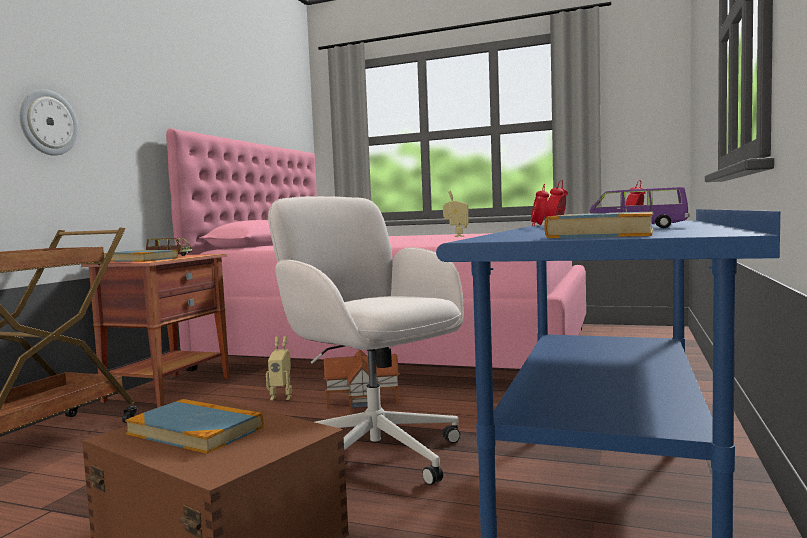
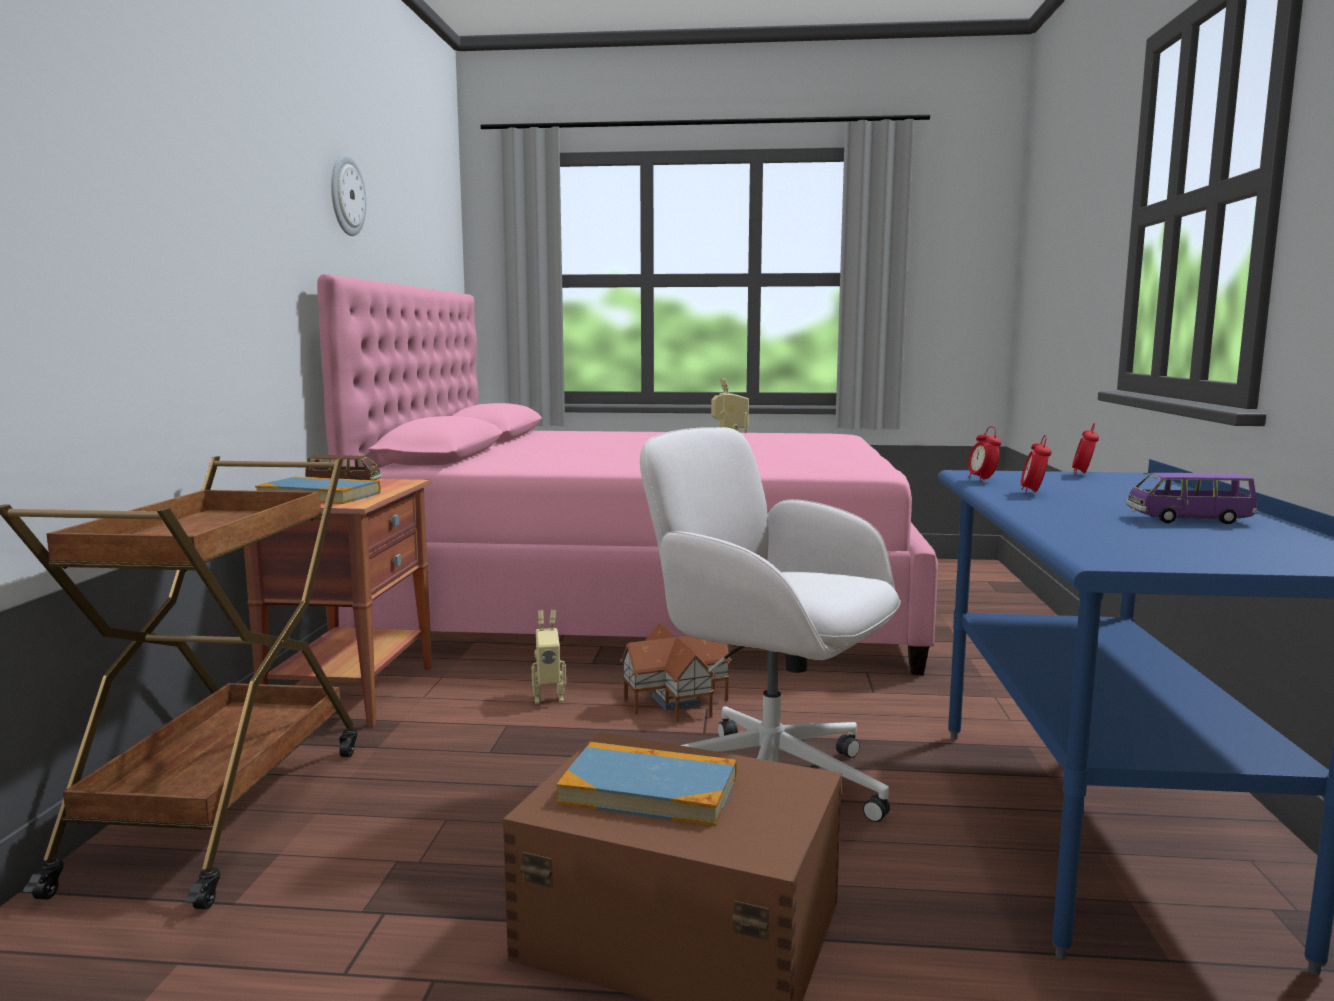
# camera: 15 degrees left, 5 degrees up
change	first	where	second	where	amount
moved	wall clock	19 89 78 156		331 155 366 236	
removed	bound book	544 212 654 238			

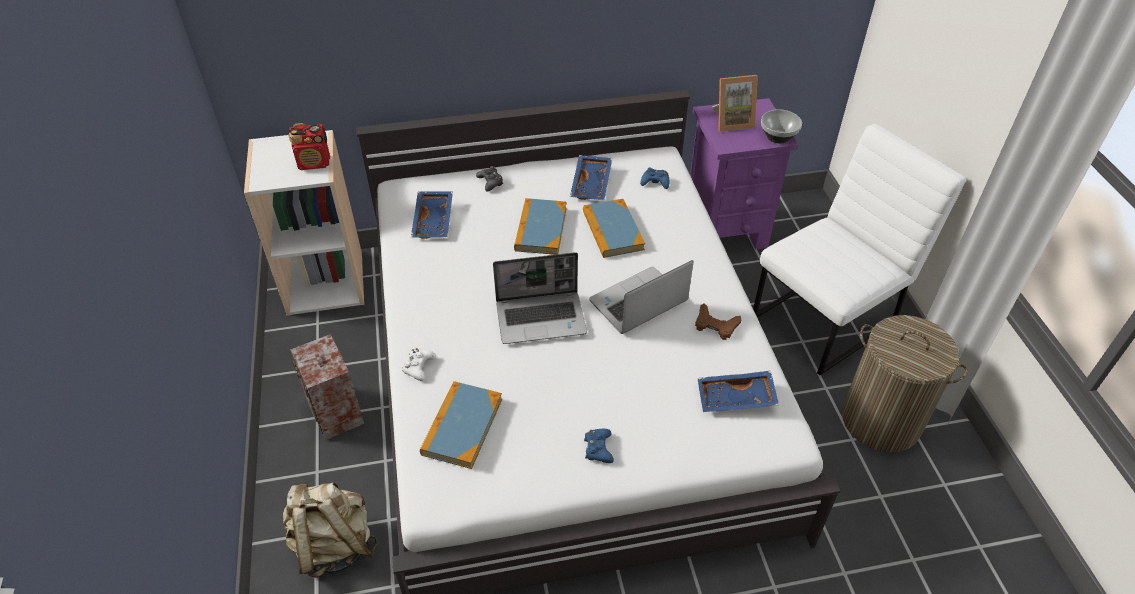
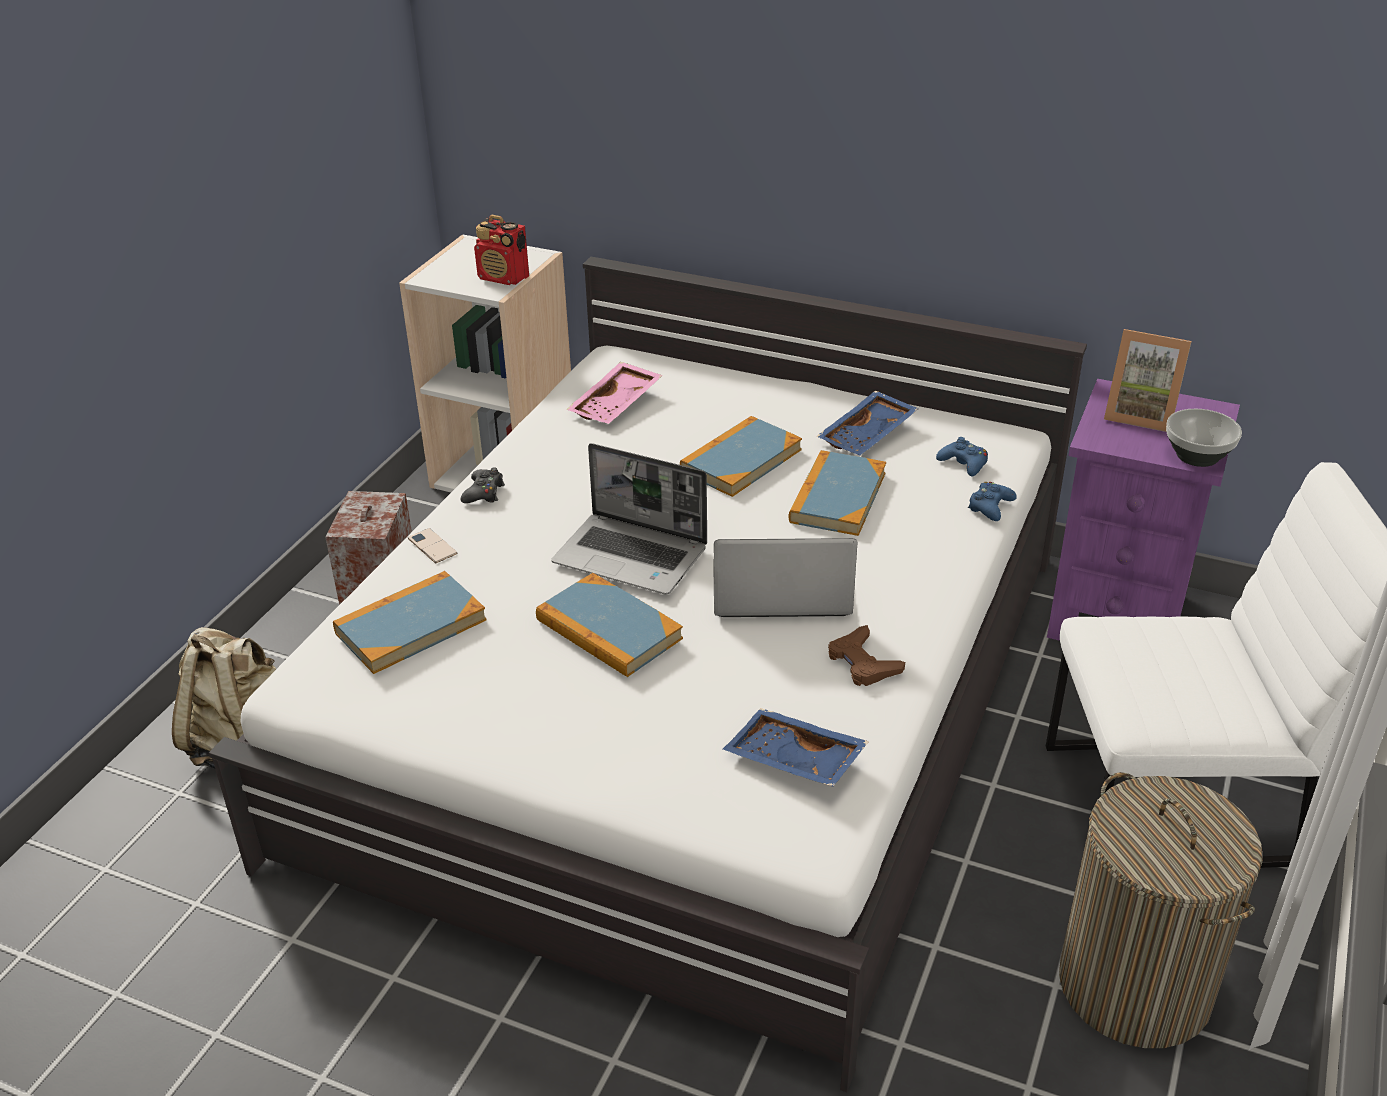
# camera: 35 degrees right, 10 degrees down
change	first	where	second	where	amount
replaced	white game controller	402 348 436 381	telephone	408 528 457 563	
recoloured	blue carrying tray	411 191 453 239	pink-coloured carrying tray	566 362 662 424	
moved	black game controller	476 166 503 192		460 467 505 503	
moved	blue game controller	584 429 614 463		968 482 1017 521	
added			bound book	536 573 683 677	

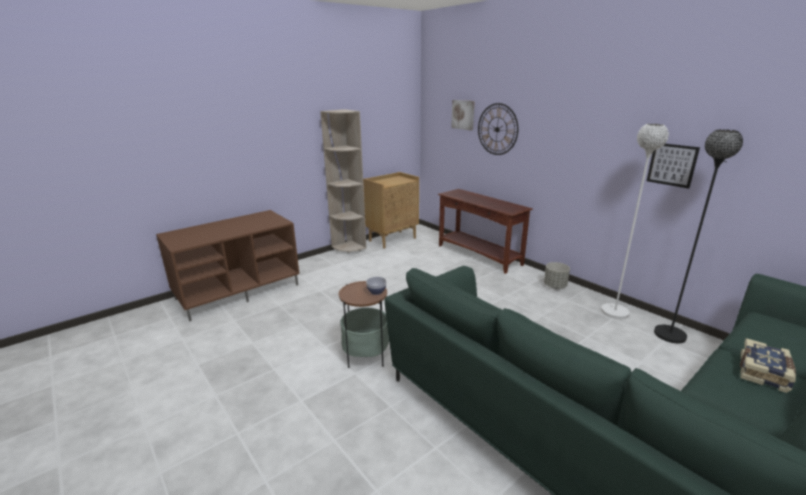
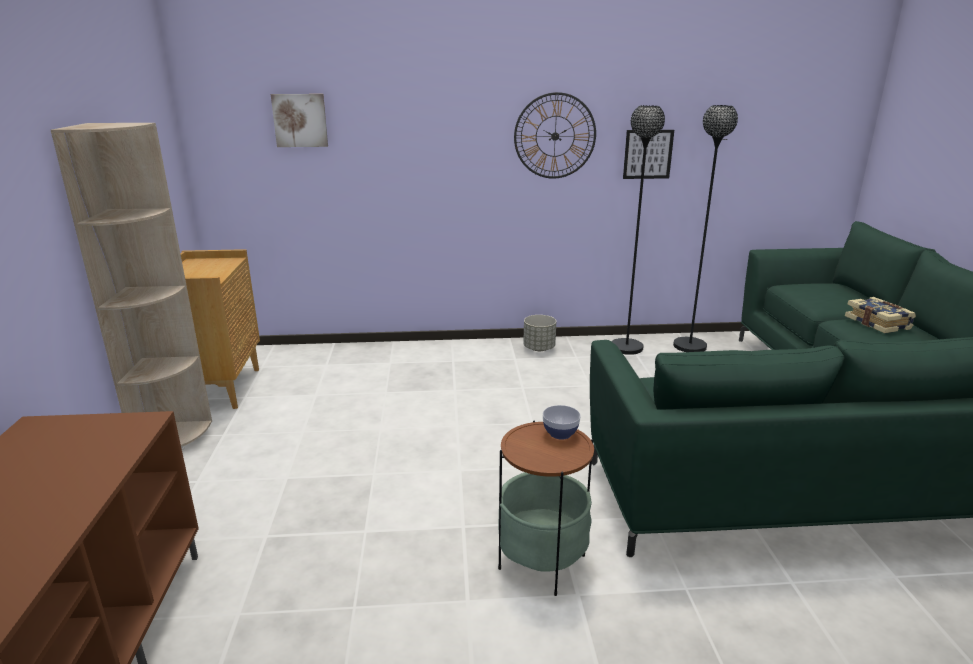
# camera: 55 degrees left, 0 degrees up
change	first	where	second	where	amount
removed	brown console table	438 189 533 274			
moved	wall clock	478 103 518 155		514 92 596 179	
recoloured	white standard lamp	601 124 669 319	black standard lamp	611 105 665 355	

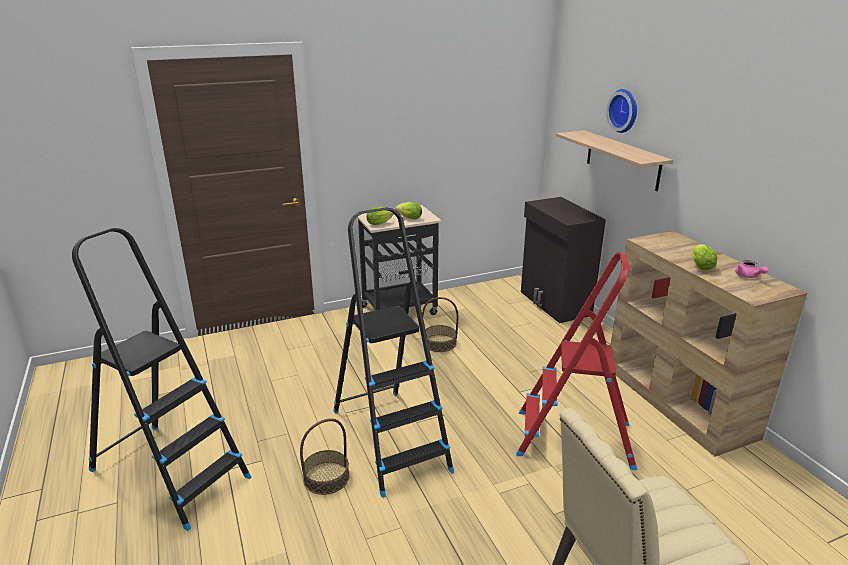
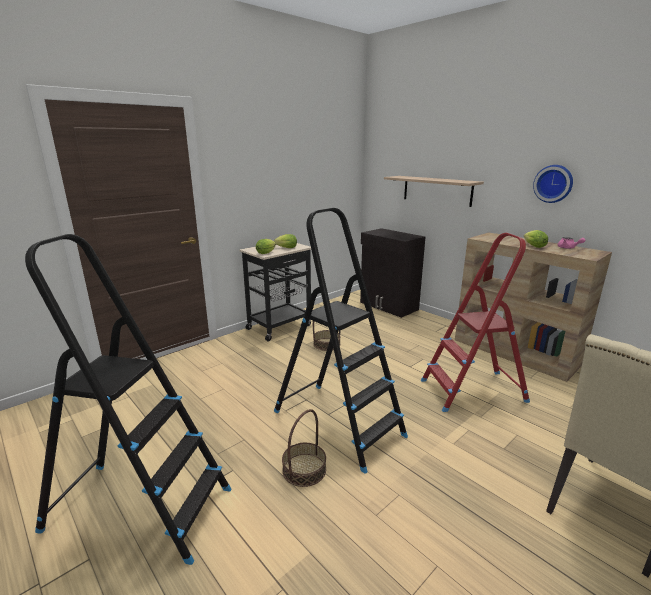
# camera: 20 degrees left, 5 degrees down
change	first	where	second	where	amount
moved	wall clock	606 89 637 133		533 165 573 203	

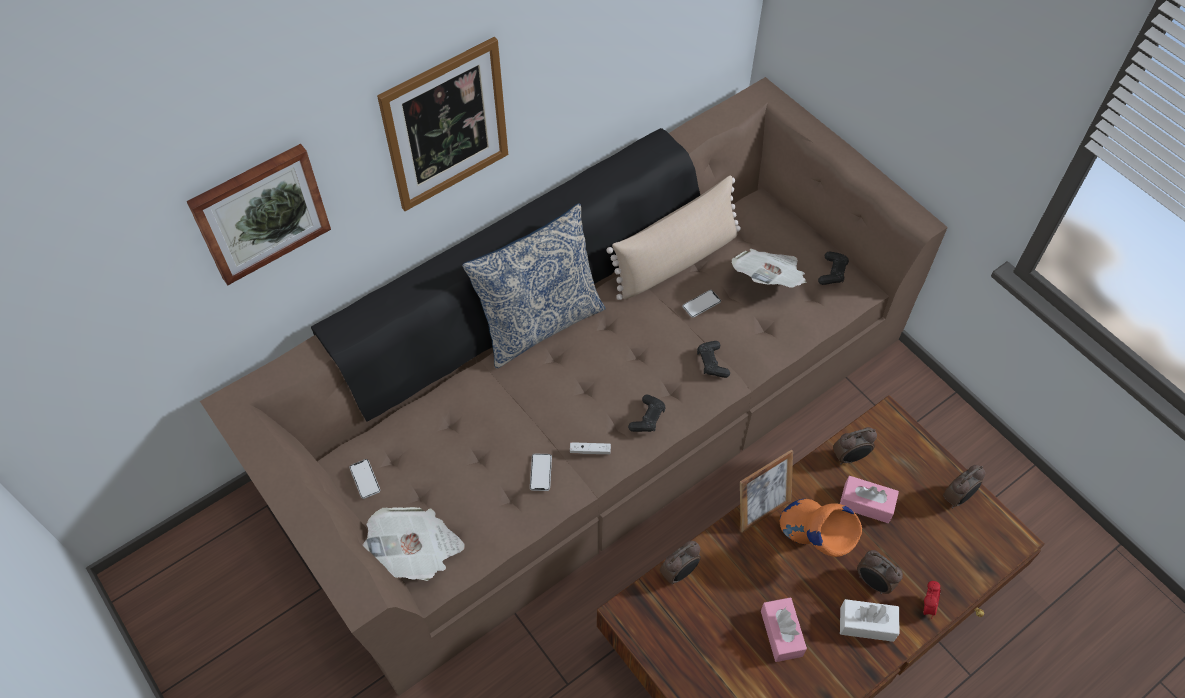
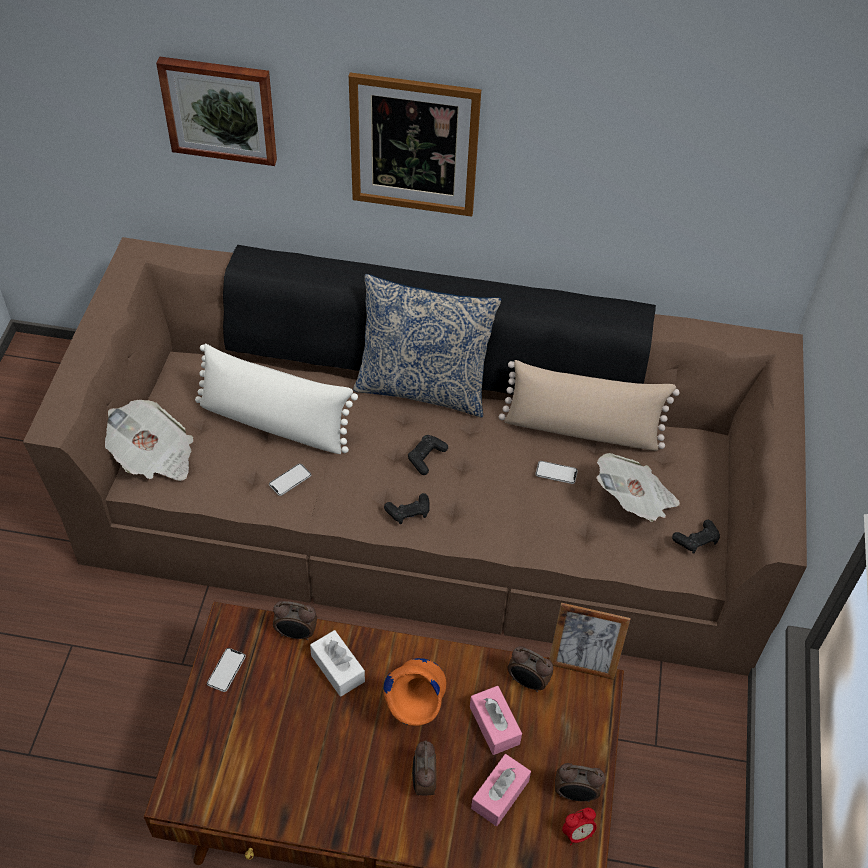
# camera: 45 degrees right, 5 degrees down
change	first	where	second	where	amount
moved	telephone	349 459 380 499		207 648 246 692	
removed	white game controller	570 442 611 454			
moved	black game controller	697 341 730 378		408 435 448 475	
moved	photo frame	740 449 793 533		549 603 631 680	
moved	pink-coloured box of tissues	761 597 807 662		471 754 531 826	
moved	white box of tissues	840 599 900 642		310 630 365 697	
moved	table clock	923 581 941 618		562 808 597 845	
added			white cushion	195 344 358 454	

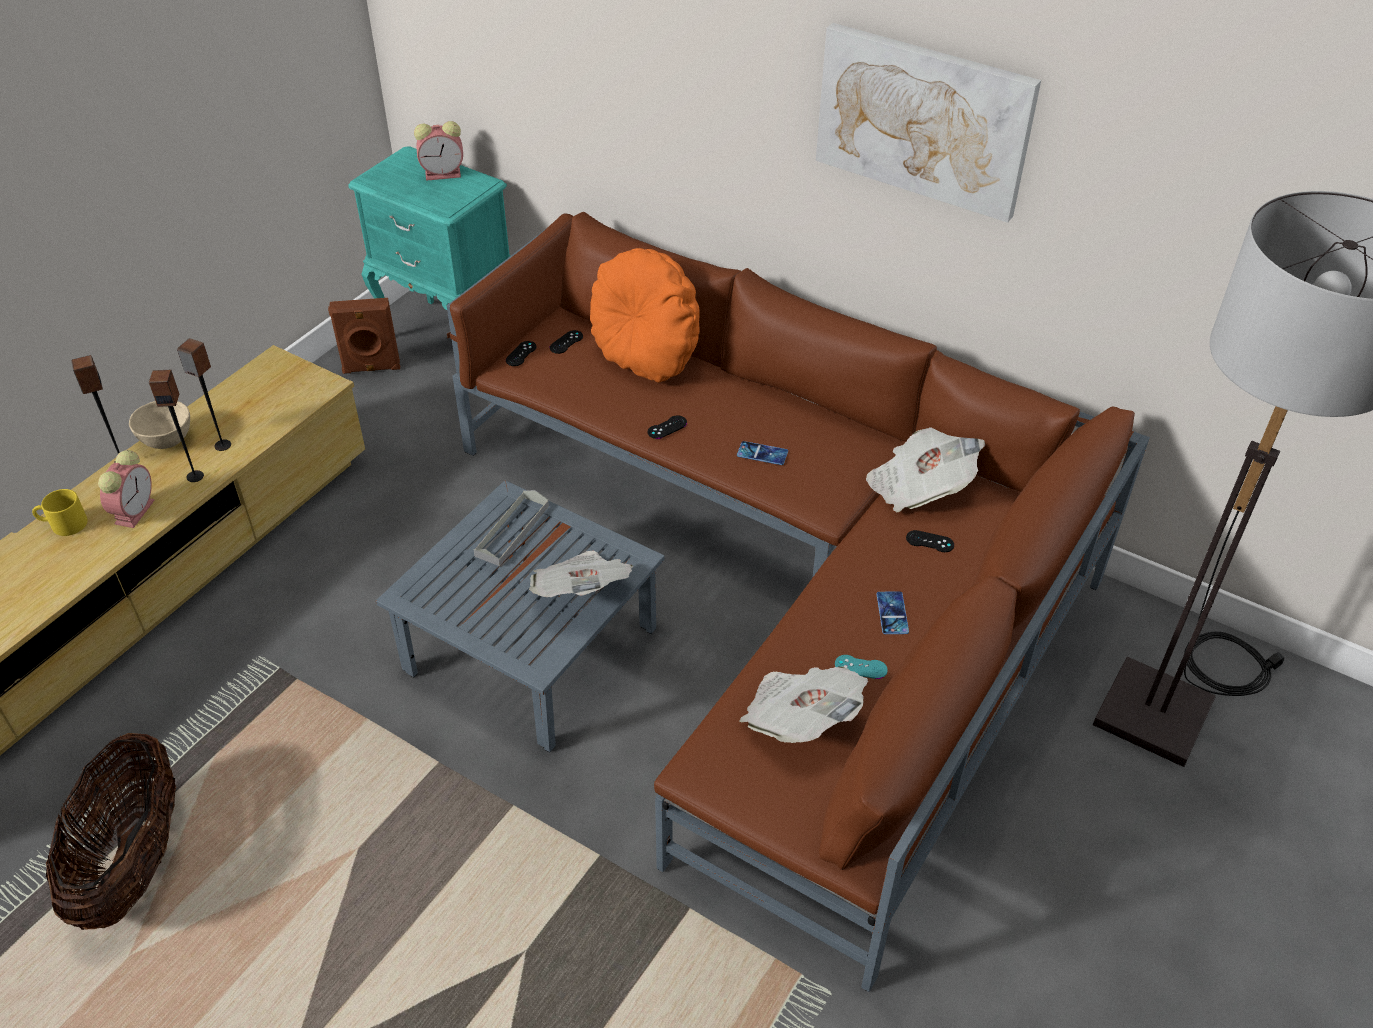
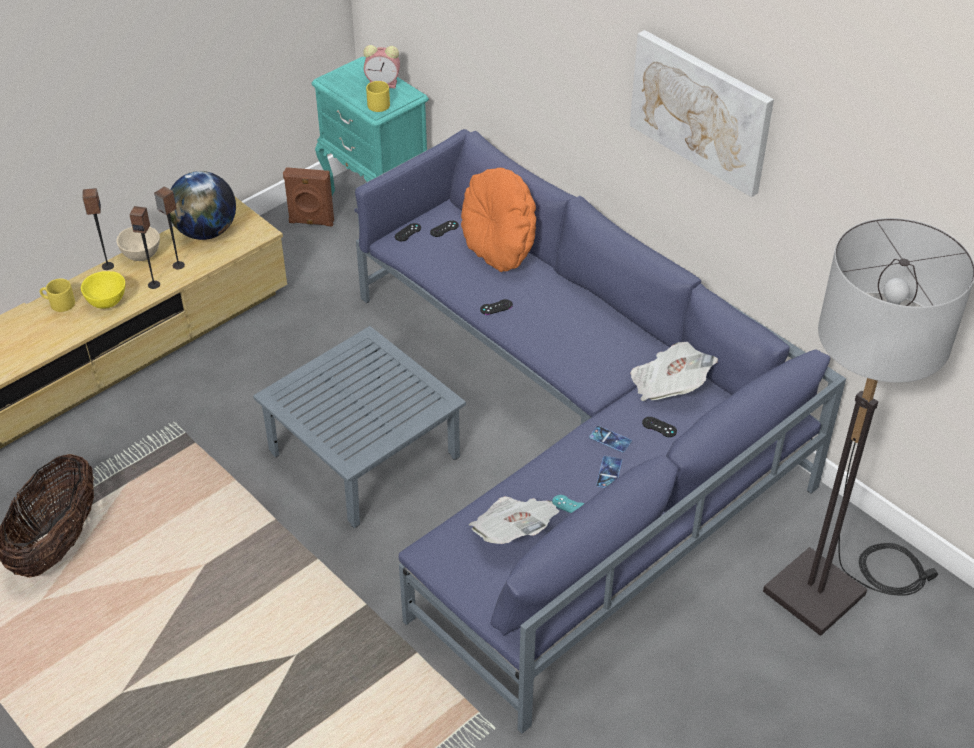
# camera: 15 degrees right, 0 degrees up
change	first	where	second	where	amount
replaced	table clock	98 450 154 528	yellowish bowl	81 271 125 309	
recoloured	brown sofa	376 212 1150 992	blue sofa	253 129 846 734	
removed	grey carrying tray	474 490 549 566			
removed	newspaper	529 551 633 597			
moved	telephone	737 441 788 465		589 426 632 452	
added			world globe	170 171 236 240	
added			yellowish tea mug	366 81 390 112	

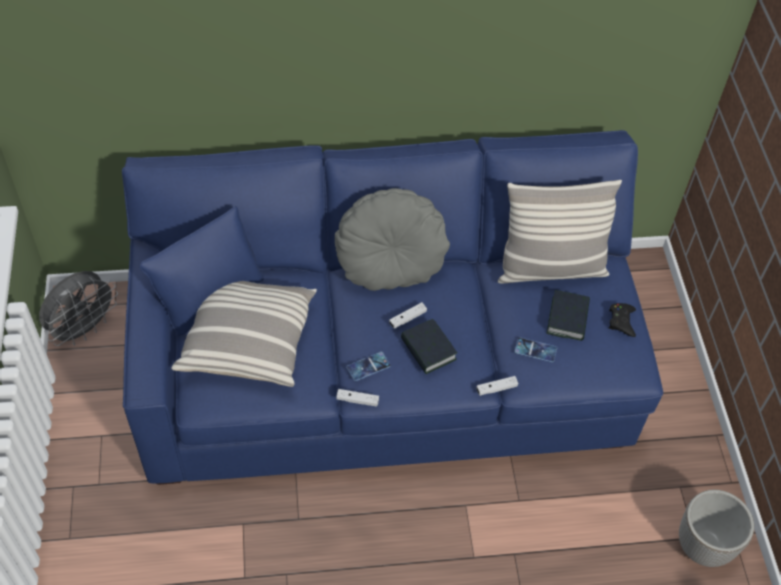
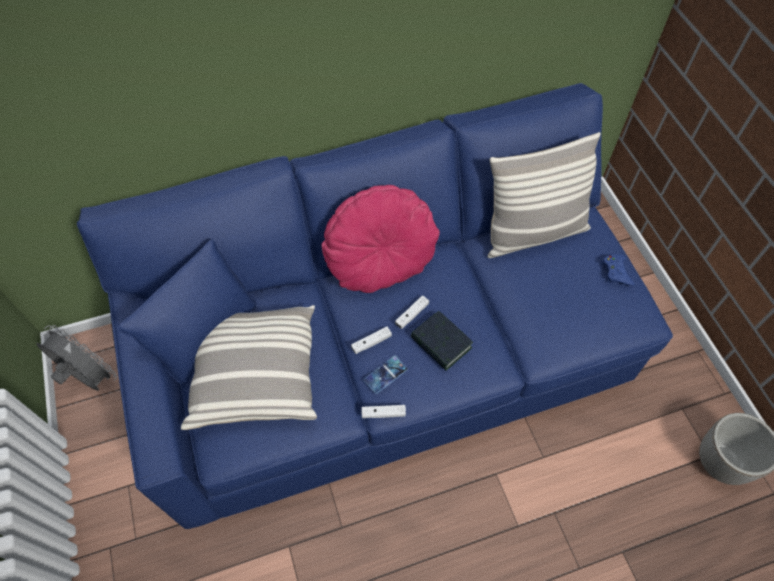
# camera: 10 degrees left, 5 degrees up
change	first	where	second	where	amount
turned	grey electric fan	39 271 118 346		37 325 117 391	90 degrees counterclockwise
recoloured	grey cushion	335 188 450 291	pink-coloured cushion	321 185 440 293	
moved	white game controller	476 376 518 396		351 327 392 354	
removed	telephone	514 337 557 362			
removed	bound book	546 290 590 341			
recoloured	black game controller	609 303 636 337	blue game controller	601 254 634 286	

